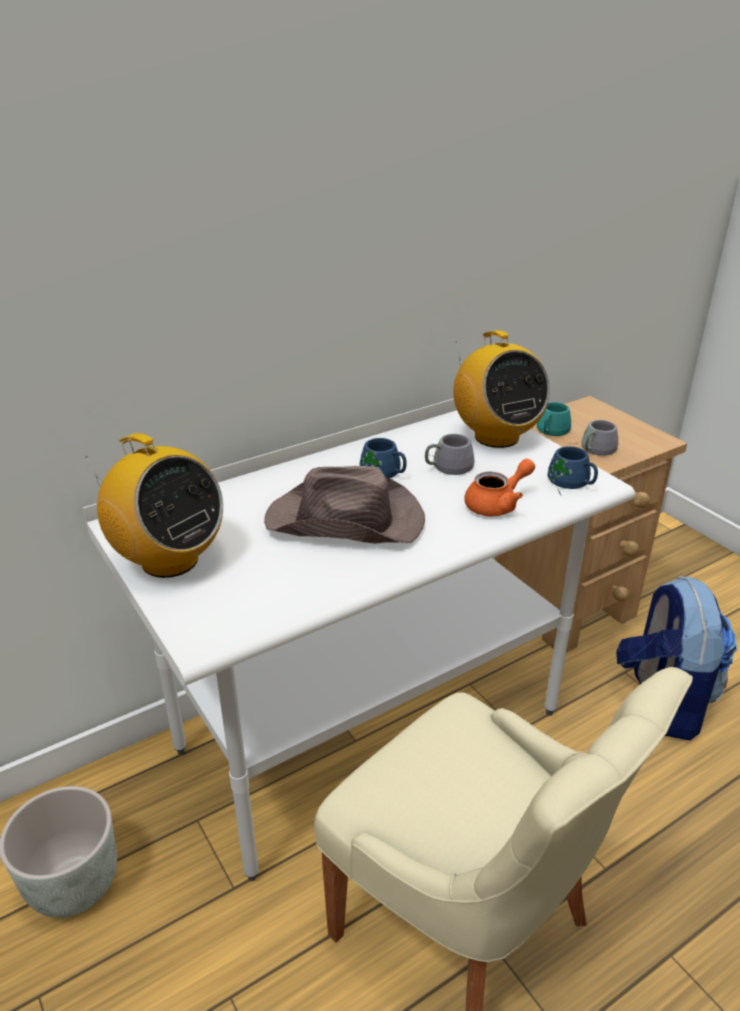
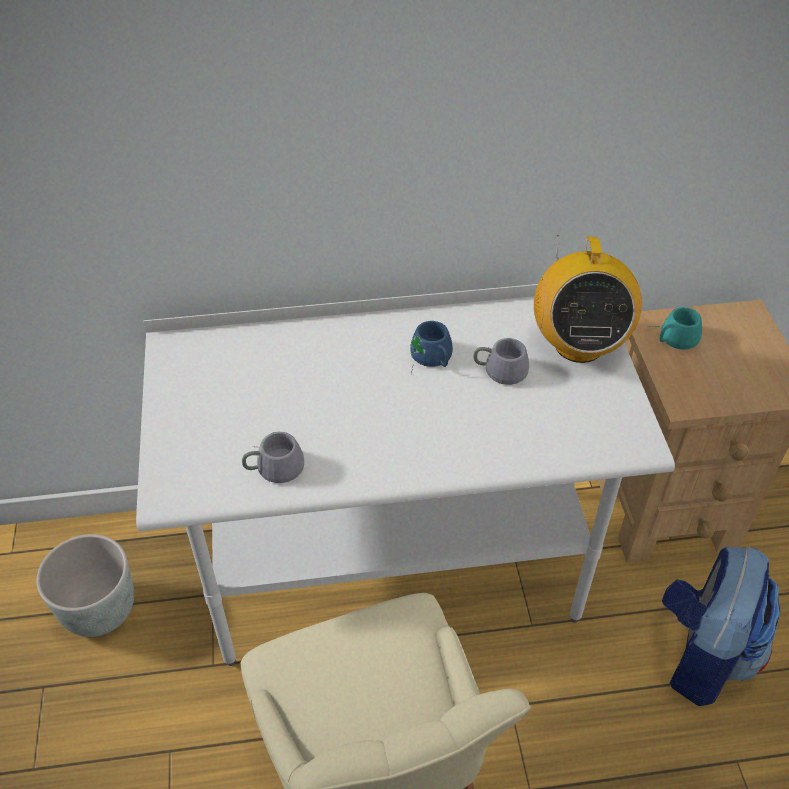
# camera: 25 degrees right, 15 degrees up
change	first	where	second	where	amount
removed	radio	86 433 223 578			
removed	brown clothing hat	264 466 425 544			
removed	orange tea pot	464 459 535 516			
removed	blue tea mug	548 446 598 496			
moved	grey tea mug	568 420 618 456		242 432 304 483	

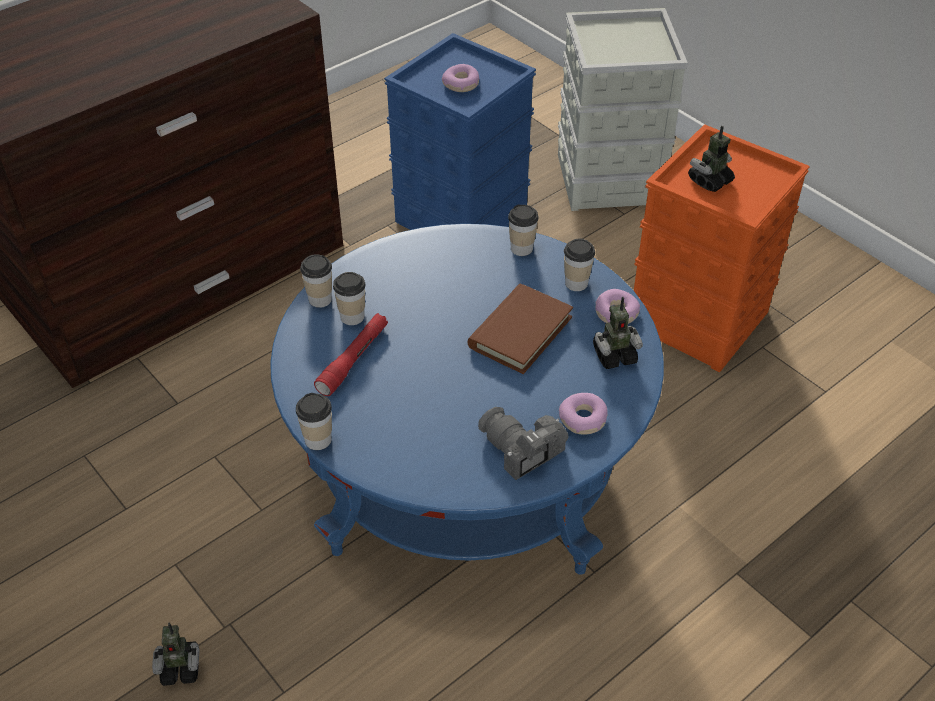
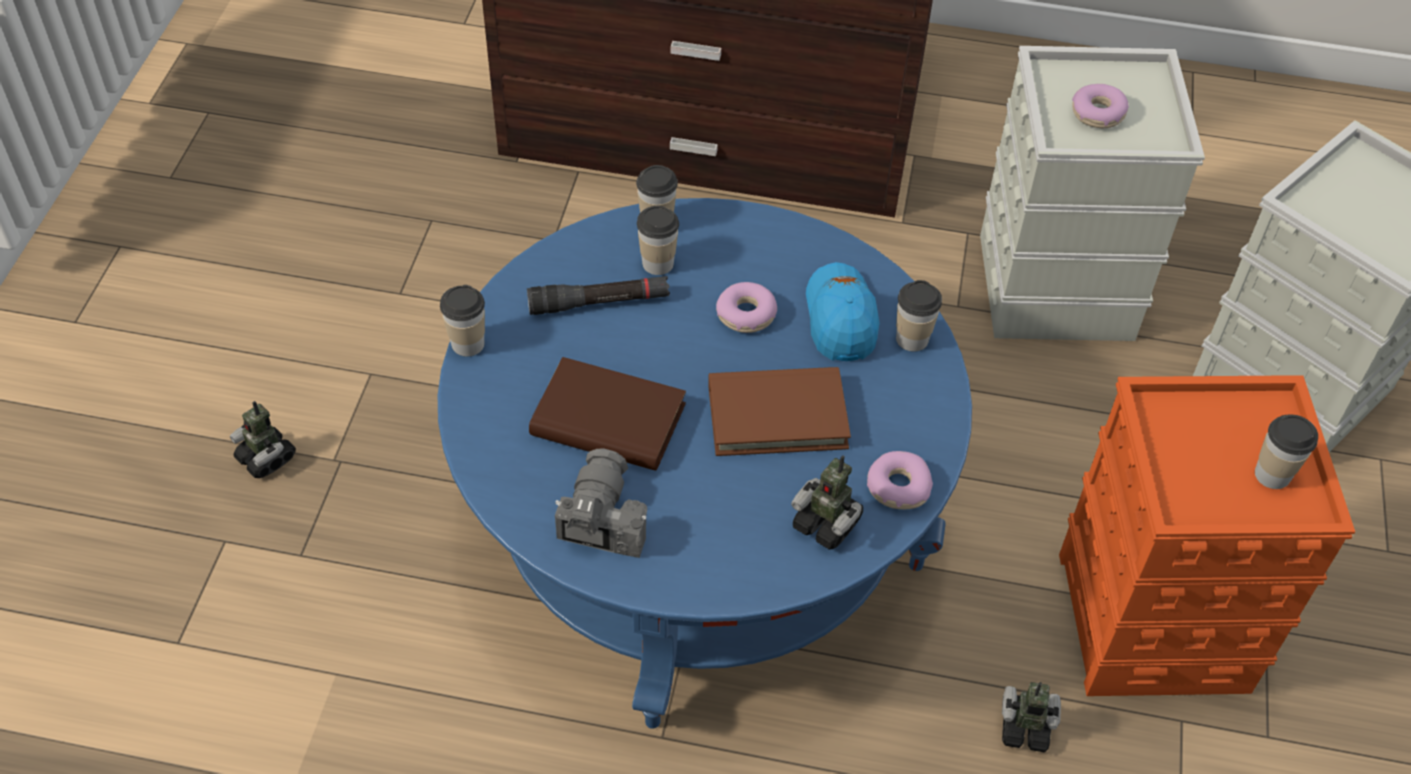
# camera: 50 degrees right, 5 degrees up
change	first	where	second	where	amount
recoloured	red torch	314 313 388 396	black torch	527 276 670 315	
recoloured	blue storage container	384 33 536 230	grey storage container	980 46 1205 341	
moved	donut	559 393 608 435		716 282 777 333	
moved	small cup	564 239 595 291		1255 415 1318 489	
moved	toy robot	688 126 735 192		1002 682 1061 752	
added			brown bound book	529 357 686 471	
added			blue peaked cap	806 262 880 361	

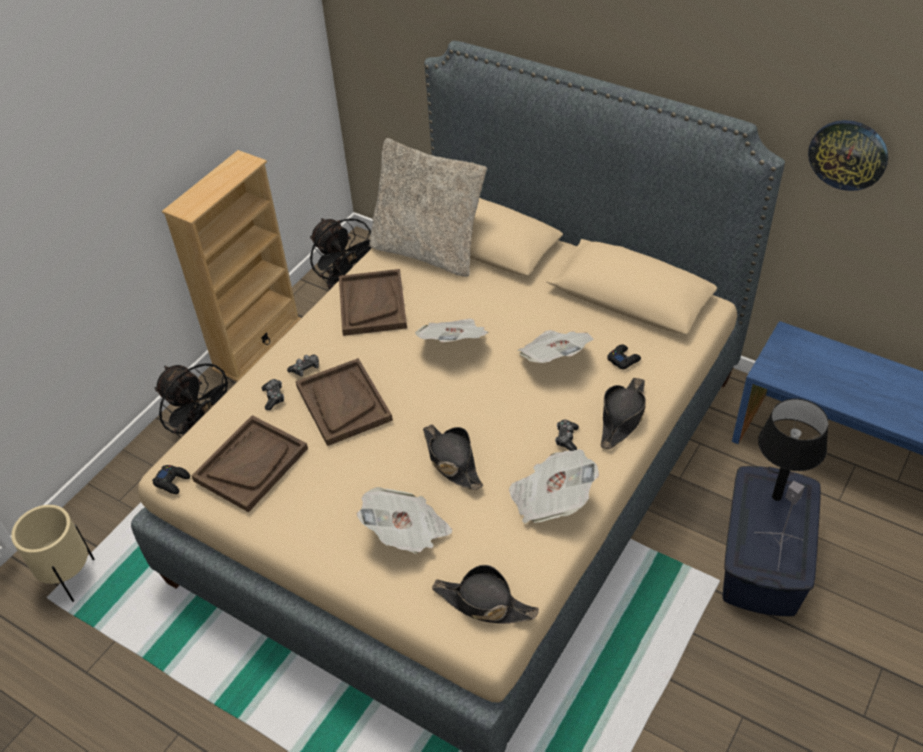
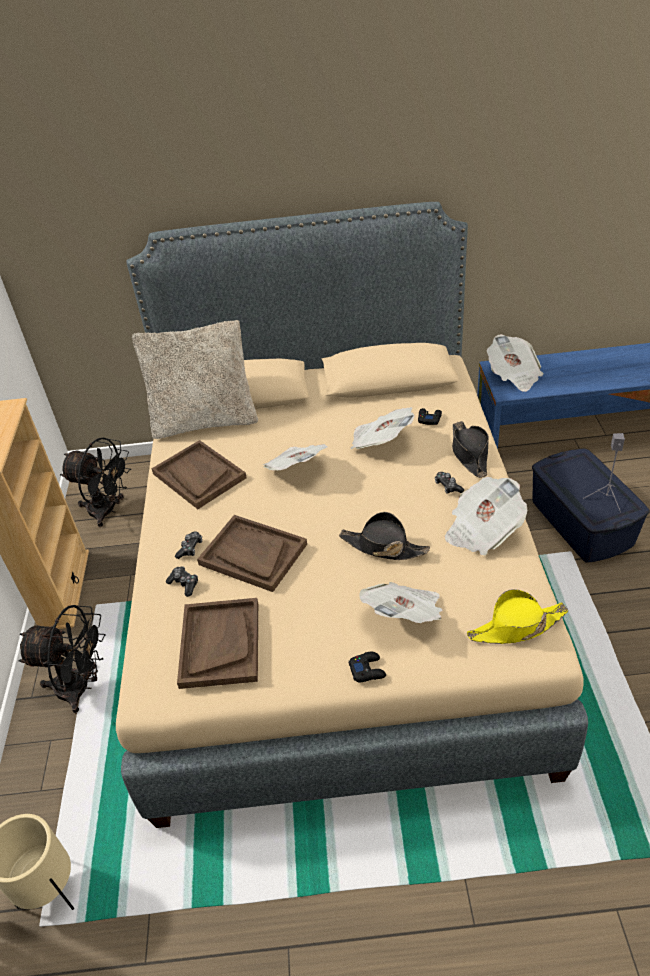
# camera: 35 degrees left, 5 degrees down
change	first	where	second	where	amount
moved	black game controller	152 465 190 494		349 652 386 682	
recoloured	black clothing hat	432 565 539 624	yellowish clothing hat	467 589 568 644	
removed	black table lamp	758 398 829 501			
removed	wall clock	808 120 888 191			
added			newspaper	487 334 543 392	

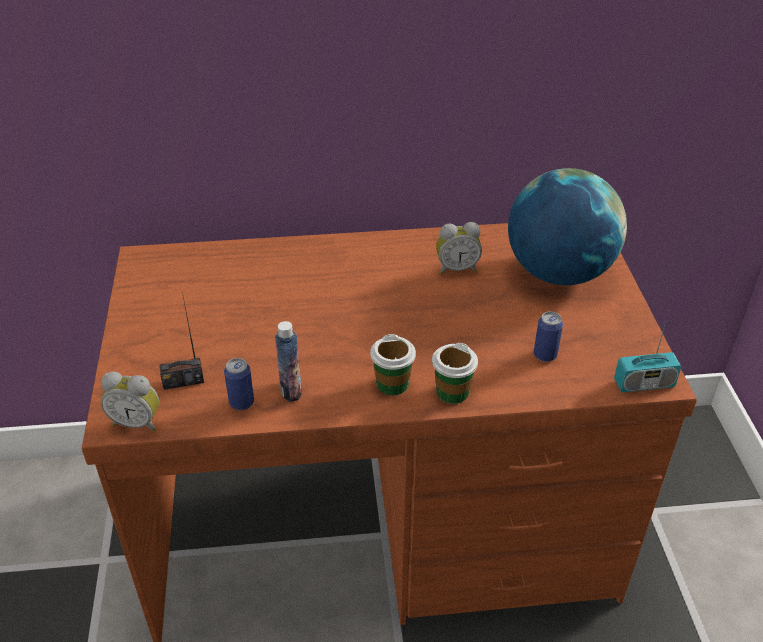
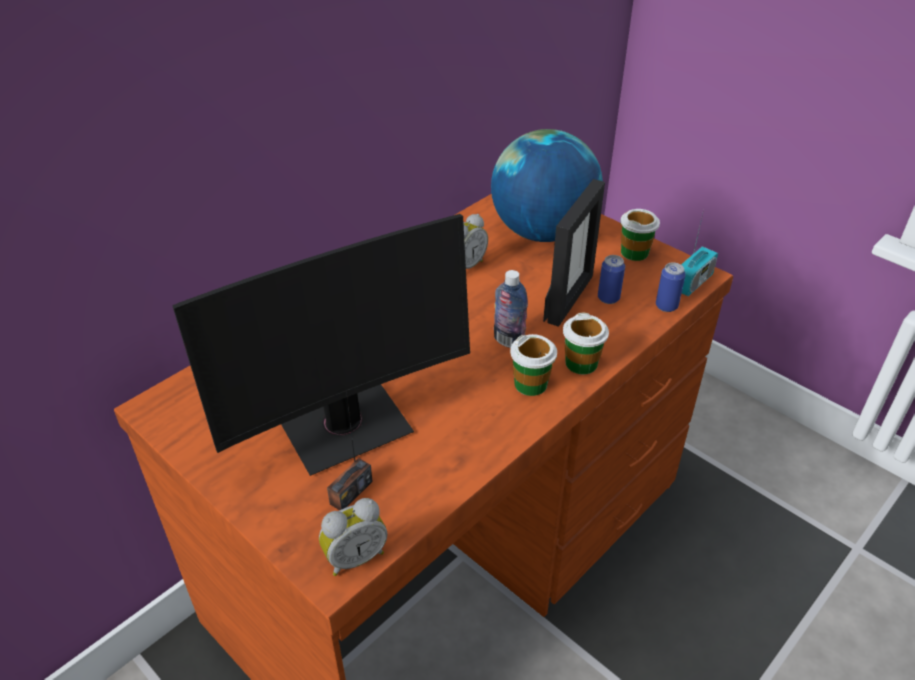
# camera: 40 degrees left, 0 degrees up
change	first	where	second	where	amount
moved	can	224 358 254 410		656 262 686 312	
moved	drink bottle	275 321 302 402		494 270 528 348	
added			computer display	172 214 470 476	
added			photo frame	543 179 605 327	
added			small cup	620 209 660 261	

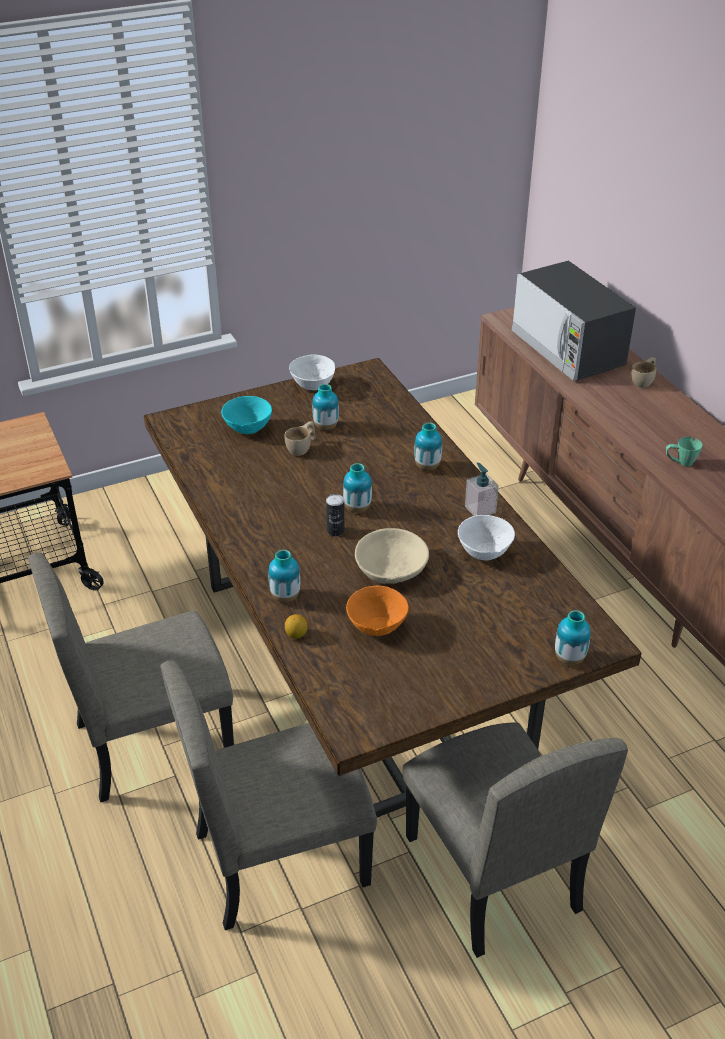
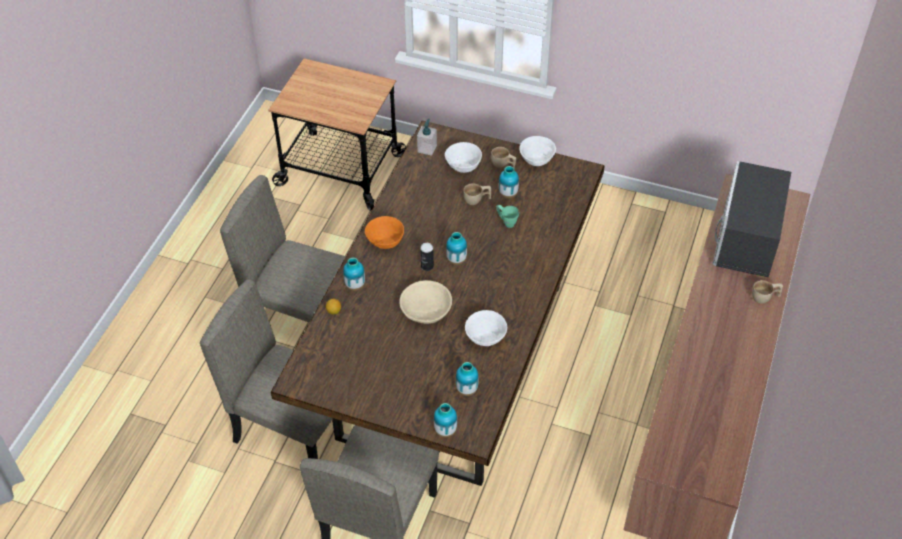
# camera: 45 degrees right, 10 degrees up
change	first	where	second	where	amount
recoloured	turquoise-coloured bowl	221 396 272 434	white bowl	445 142 482 173	
moved	orange bowl	346 586 408 636		365 216 404 249	
moved	decorative vase	414 423 442 470		456 362 479 396	
moved	soap dispenser	465 462 499 516		417 119 437 156	
moved	green tea mug	666 437 703 467		496 205 519 228	
added			beige-coloured small cup	491 147 516 170	

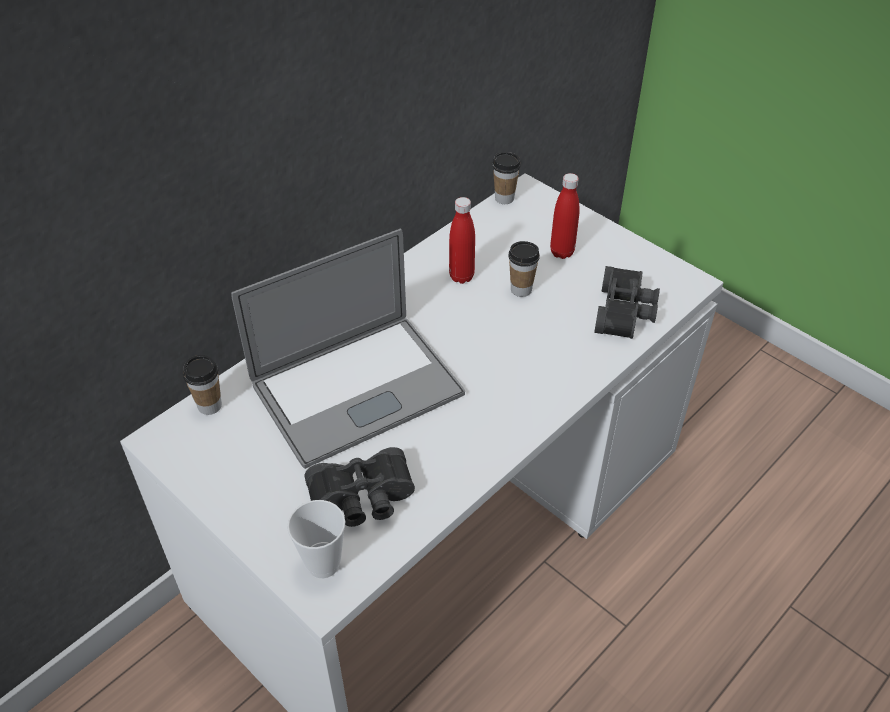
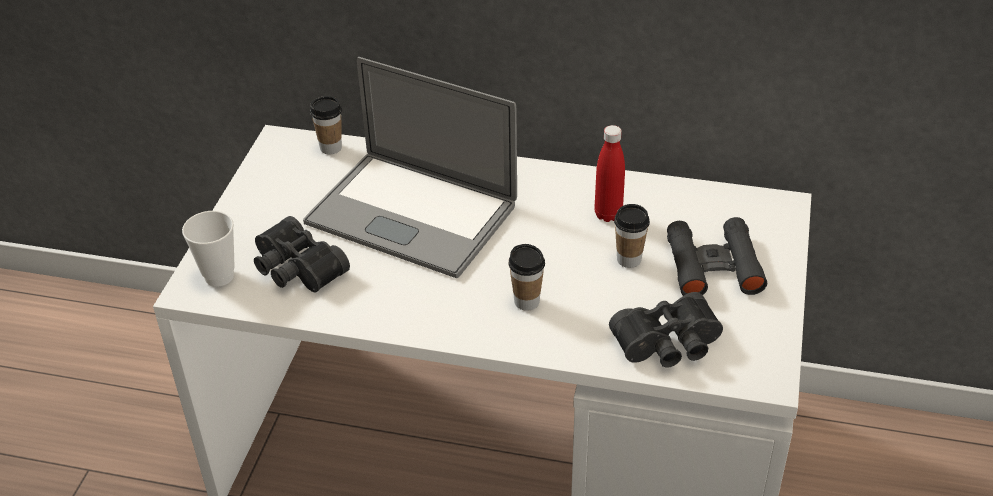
# camera: 60 degrees right, 5 degrees down
change	first	where	second	where	amount
moved	small cup	493 152 521 204		509 244 545 311	
replaced	red drink bottle	550 173 579 259	black pair of binoculars	667 217 767 296	

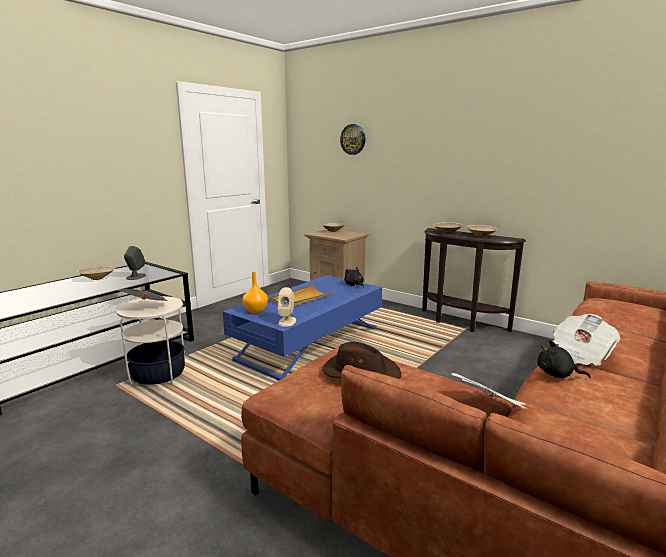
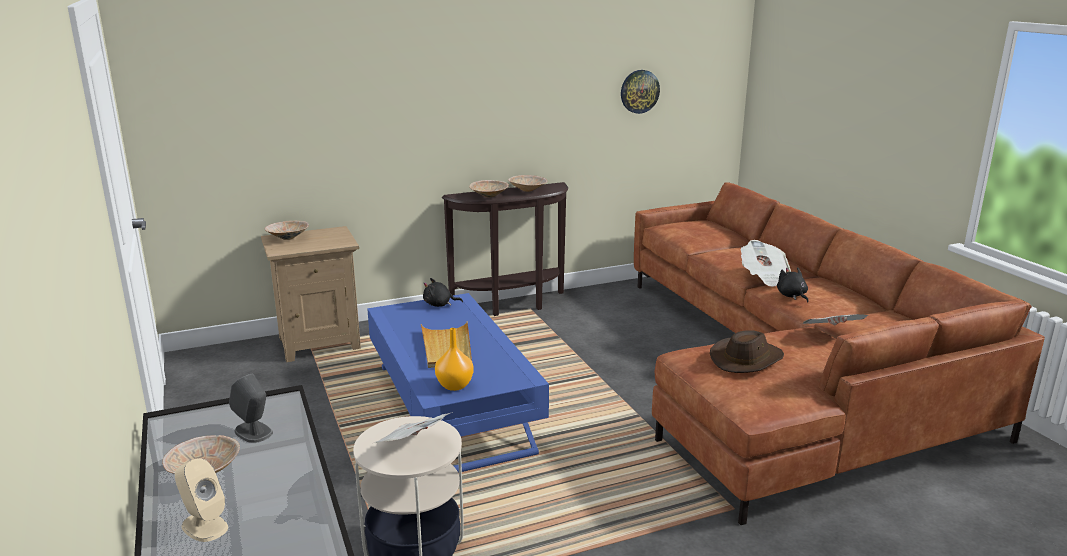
# camera: 60 degrees left, 5 degrees up
change	first	where	second	where	amount
moved	beige-coloured audio speaker	278 287 296 327		175 458 228 542	
moved	wall clock	340 124 366 155		621 70 660 114	
turned	black plush toy	537 340 591 379		777 267 808 303	105 degrees clockwise

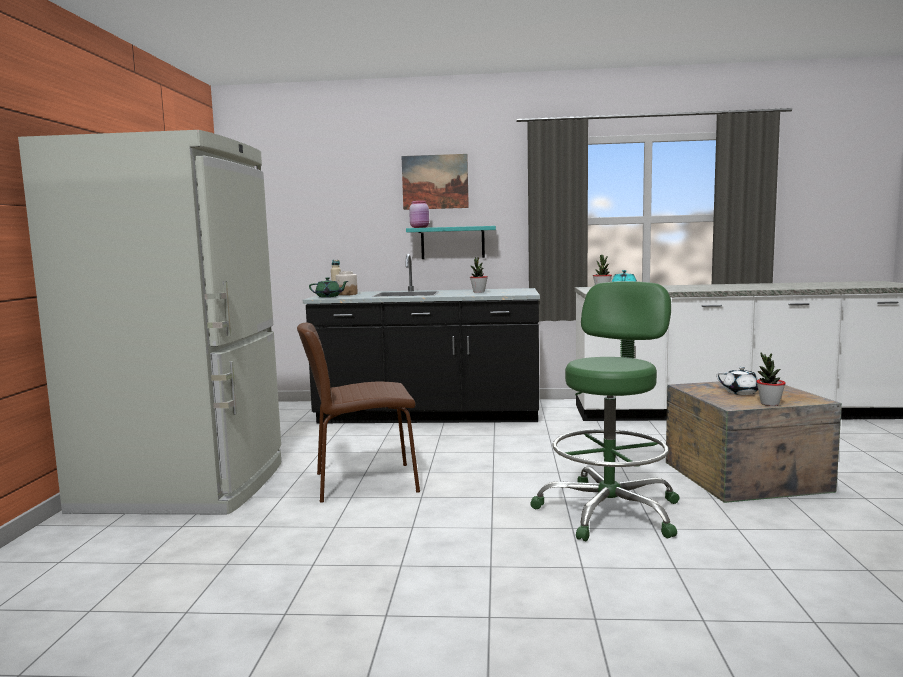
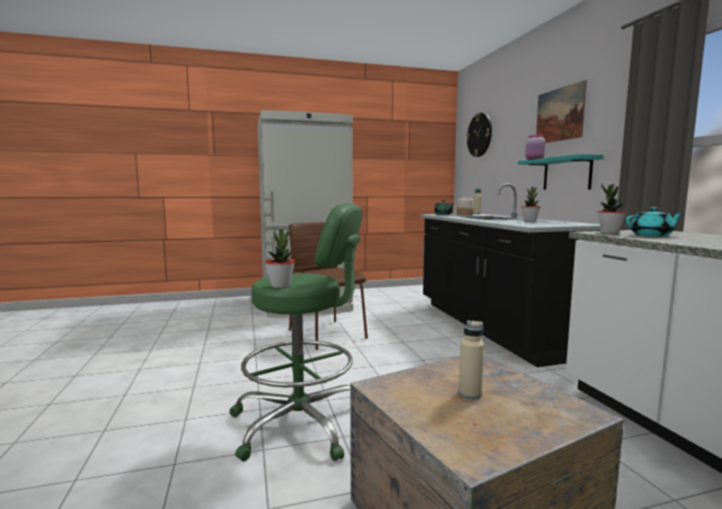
# camera: 70 degrees right, 0 degrees up
change	first	where	second	where	amount
replaced	white tea pot	716 367 766 395	beige-coloured drink bottle	459 320 484 399	
moved	potted plant	756 352 786 406		265 228 295 288	
added			wall clock	466 113 492 157	

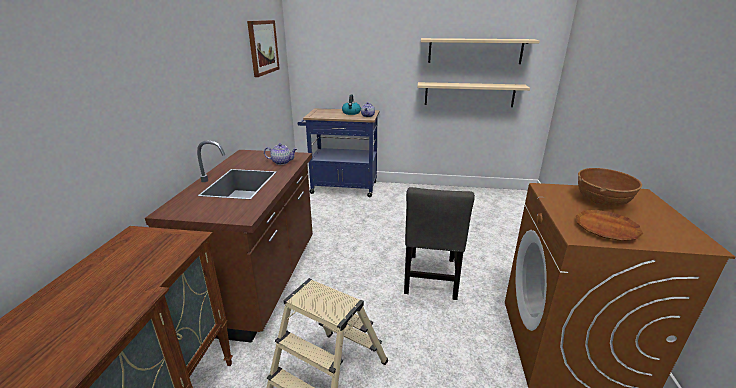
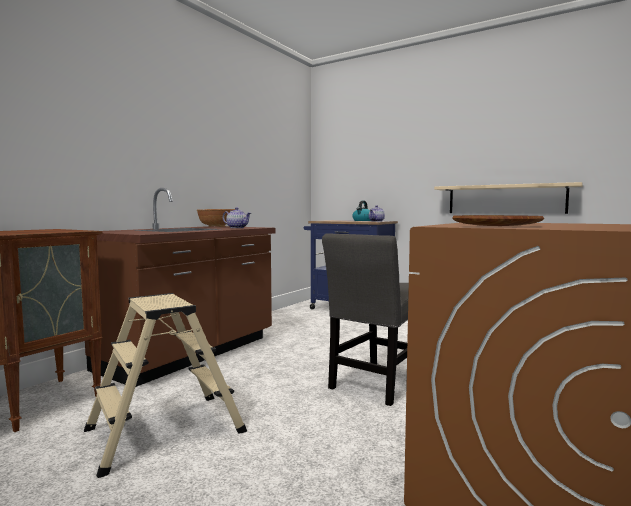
# camera: 25 degrees right, 20 degrees down
change	first	where	second	where	amount
removed	picture	247 20 280 77			
removed	beige-coloured shelf	421 38 540 64			
moved	brown bowl	578 168 642 206		197 209 235 227	

